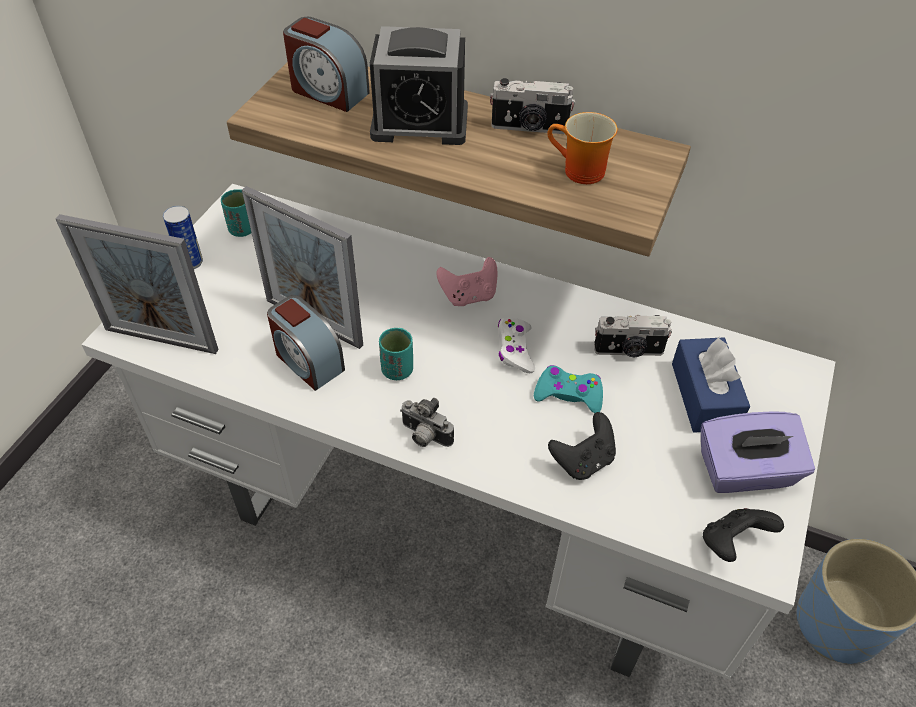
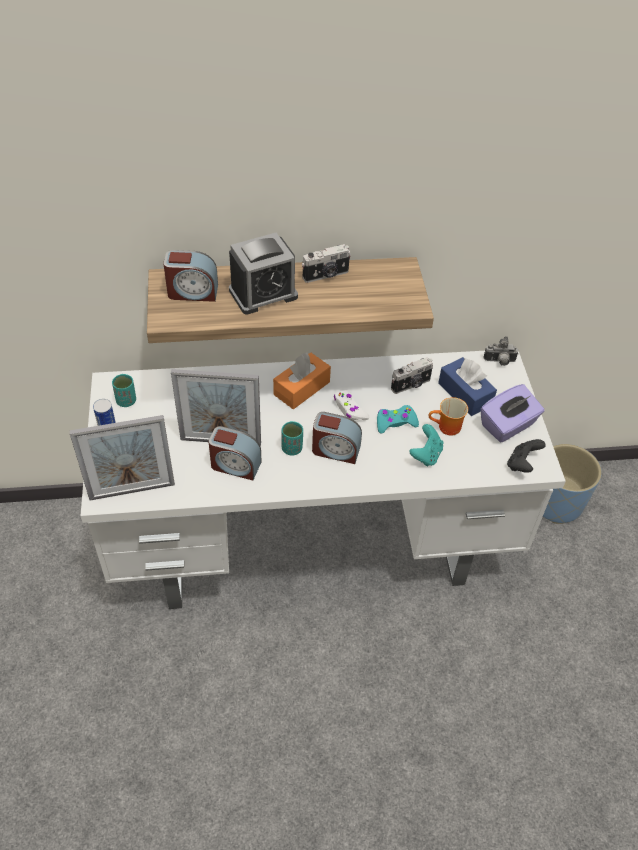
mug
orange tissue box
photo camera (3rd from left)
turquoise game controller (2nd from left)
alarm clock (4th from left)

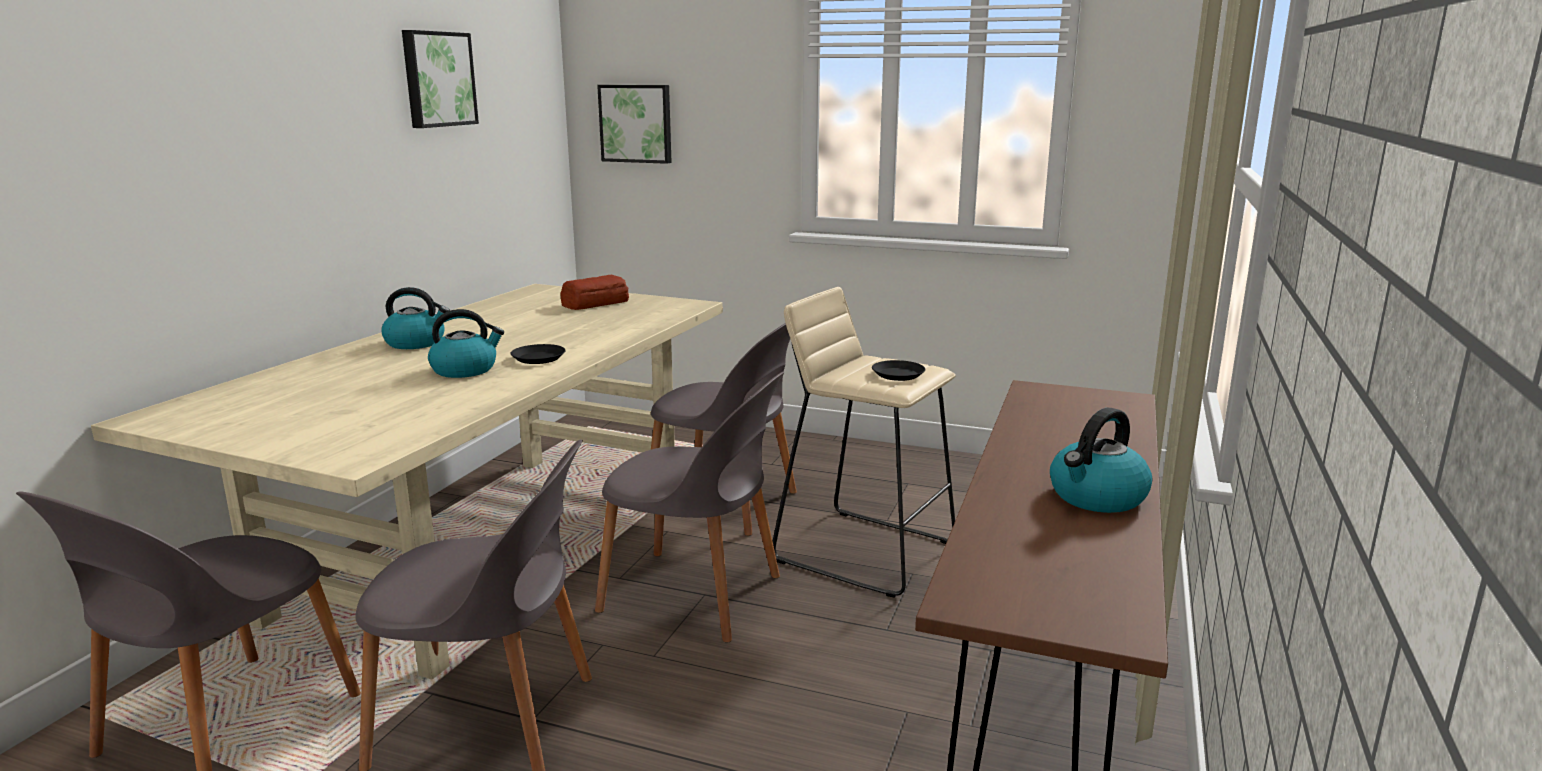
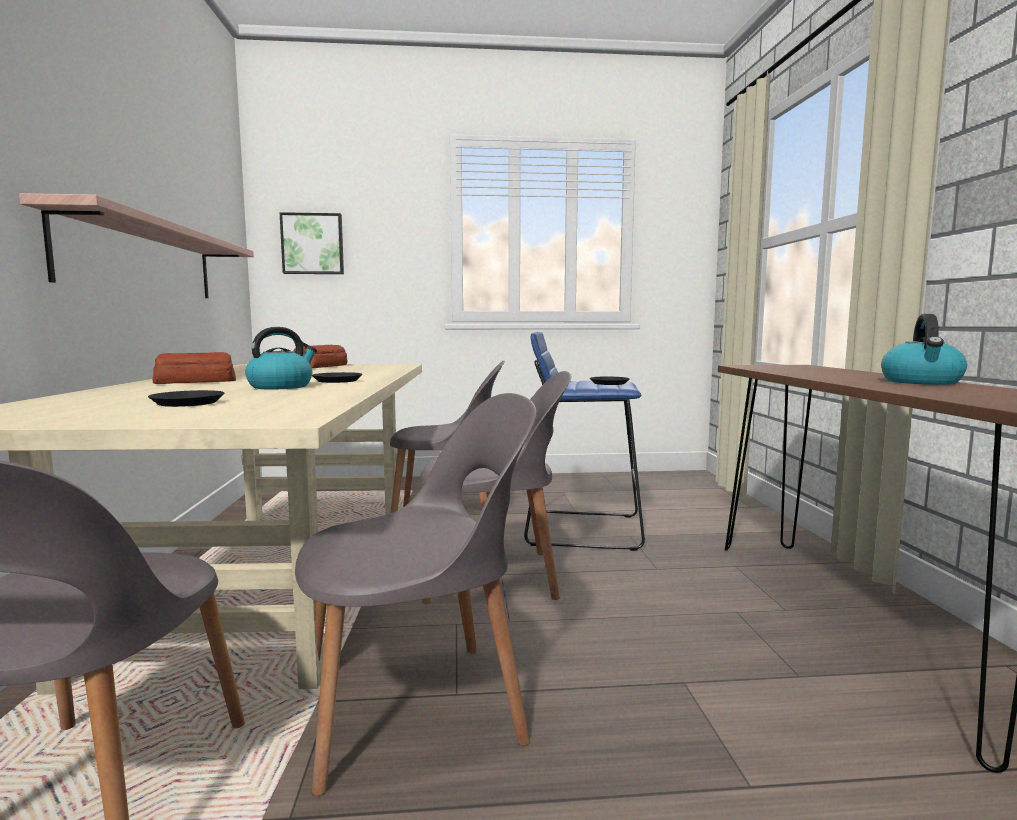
picture (1st from left in the first image)
bread (1st from left)
blue stool
shelf
black plate (1st from left)

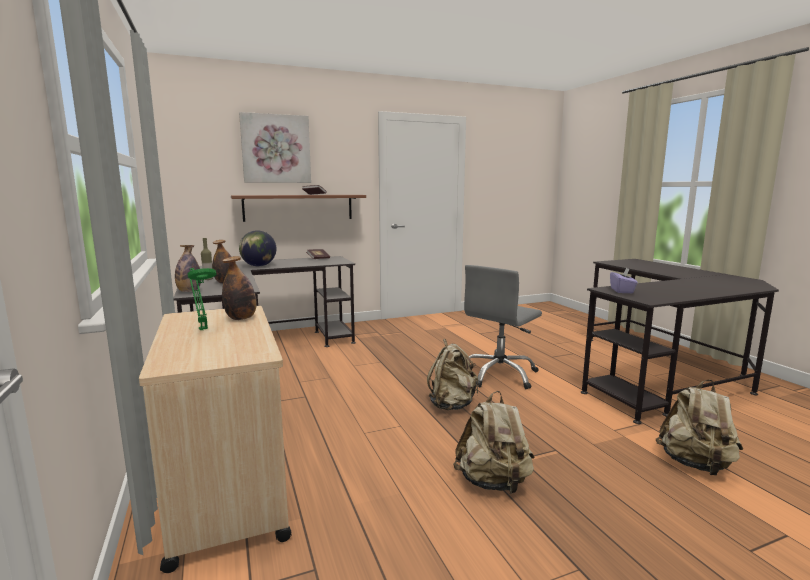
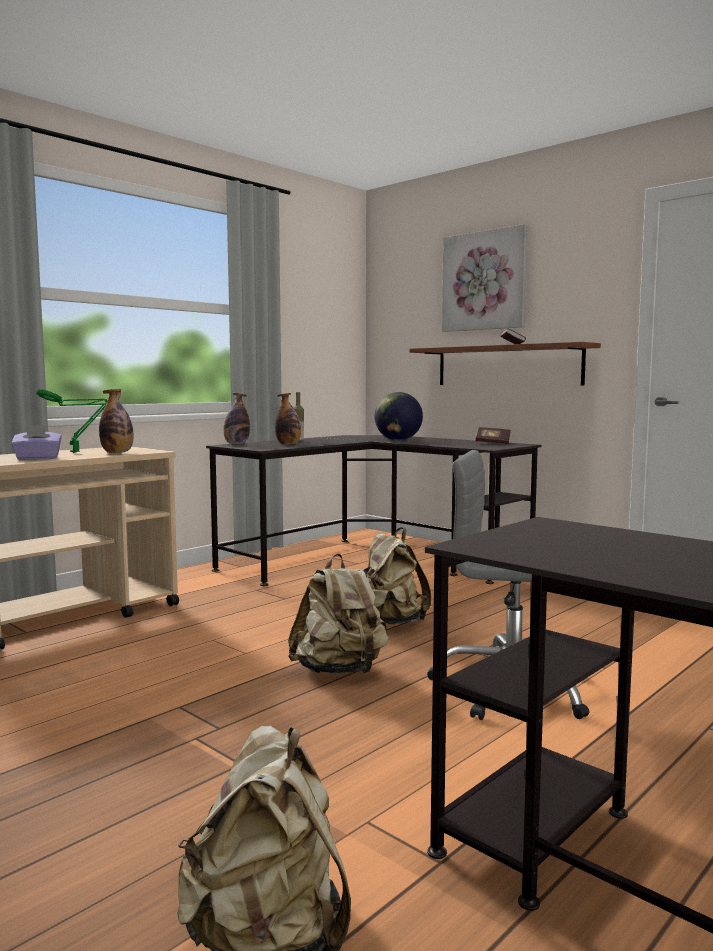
purple tissue box
beige backpack (3rd from left)

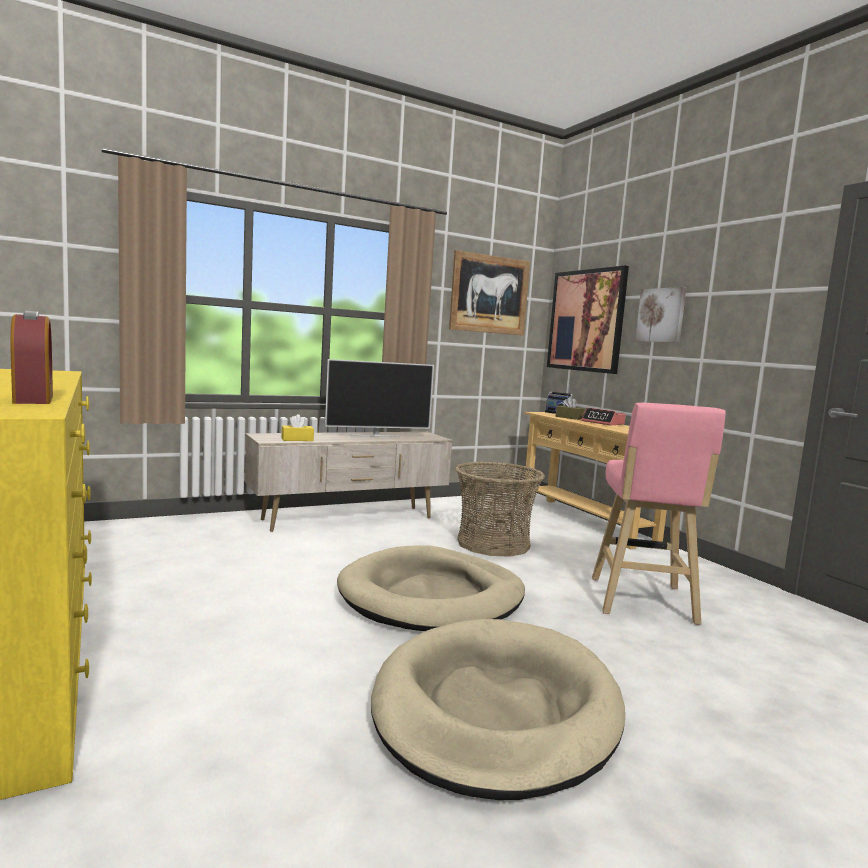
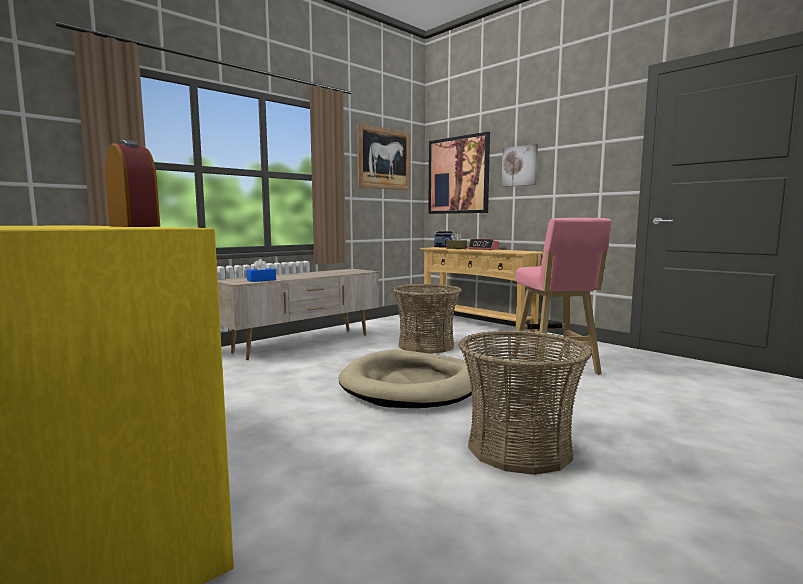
television
blue tissue box
basket (2nd from left)

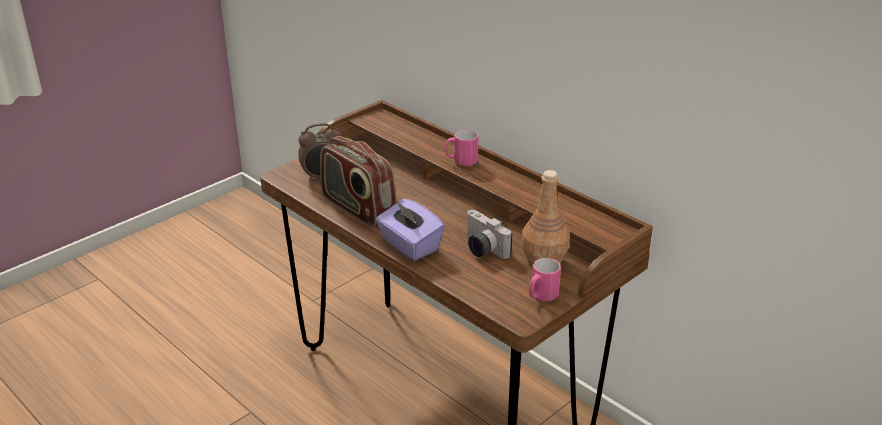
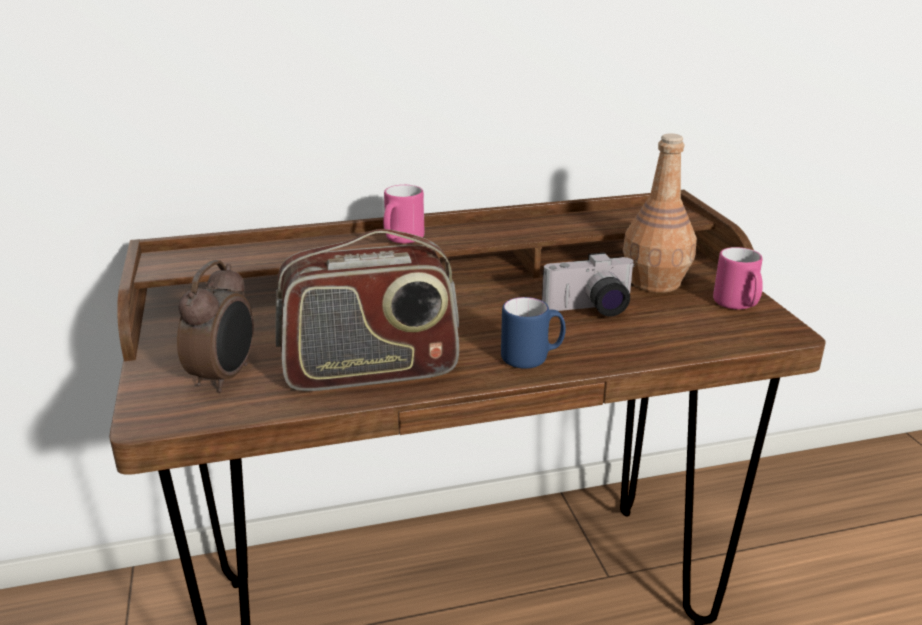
blue mug

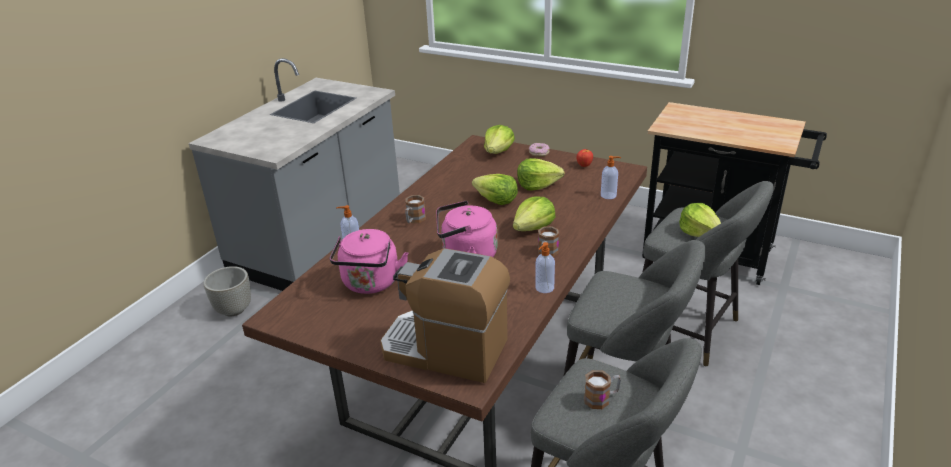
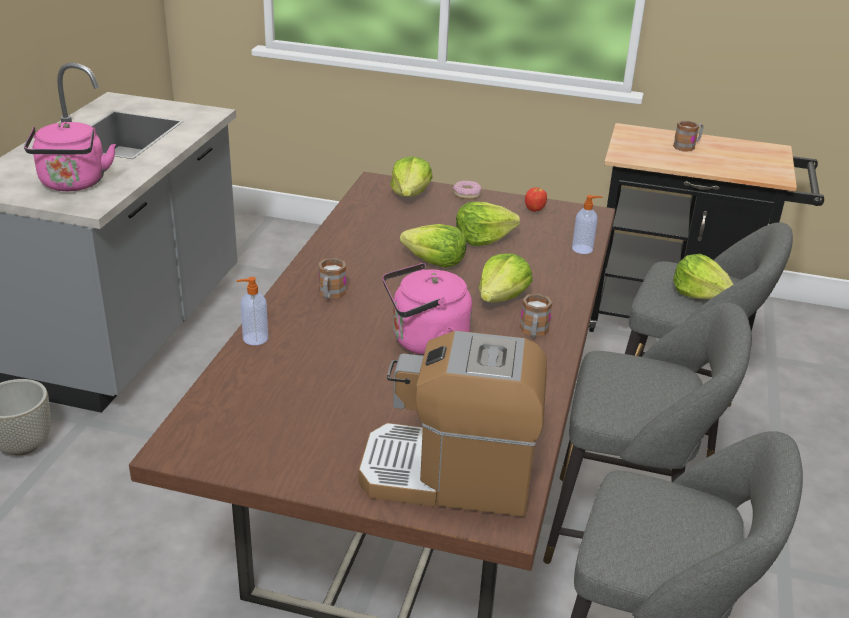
pink kettle (1st from left)
soap dispenser (2nd from left in the first image)
mug (3rd from left)

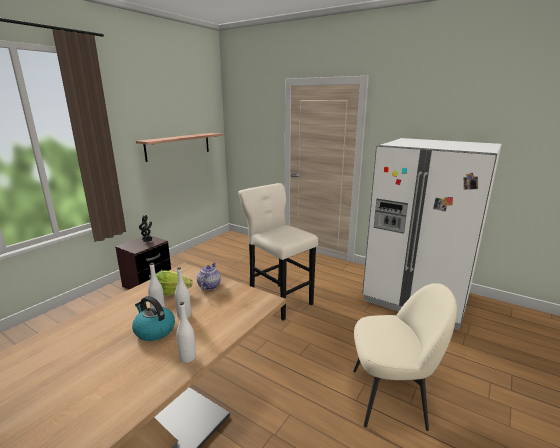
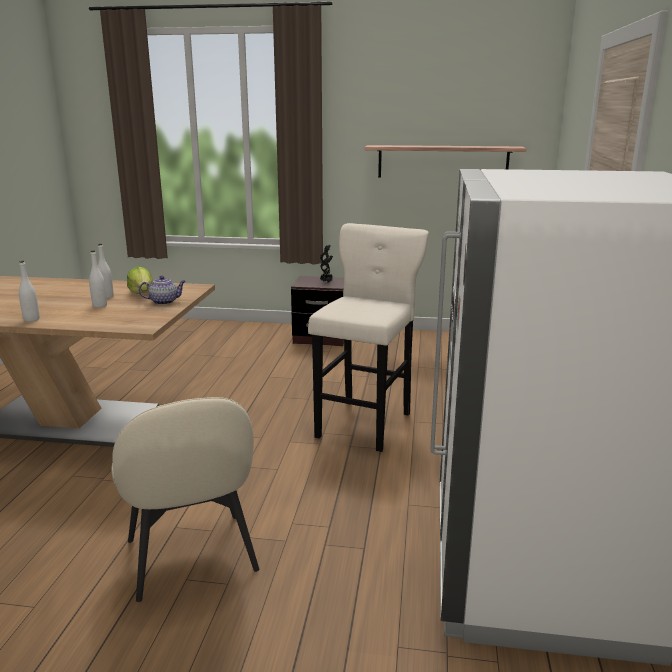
kettle

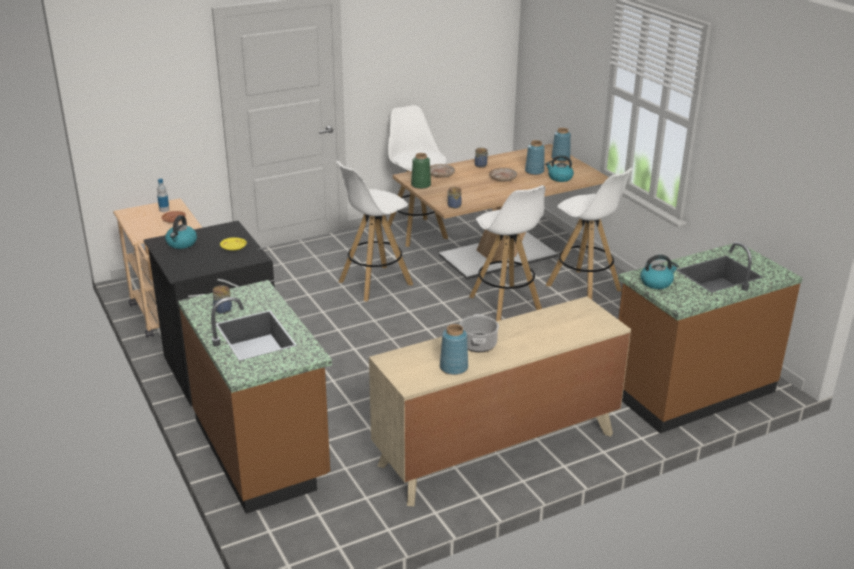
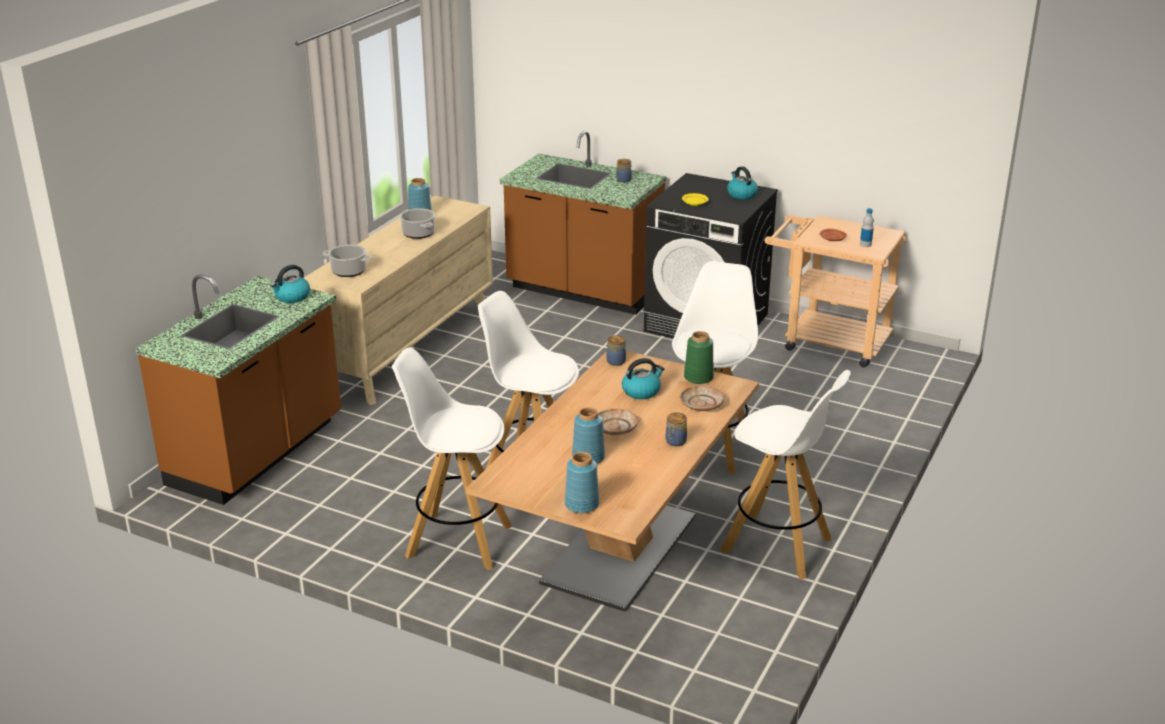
kettle (2nd from left)
cooking pot (1st from left)

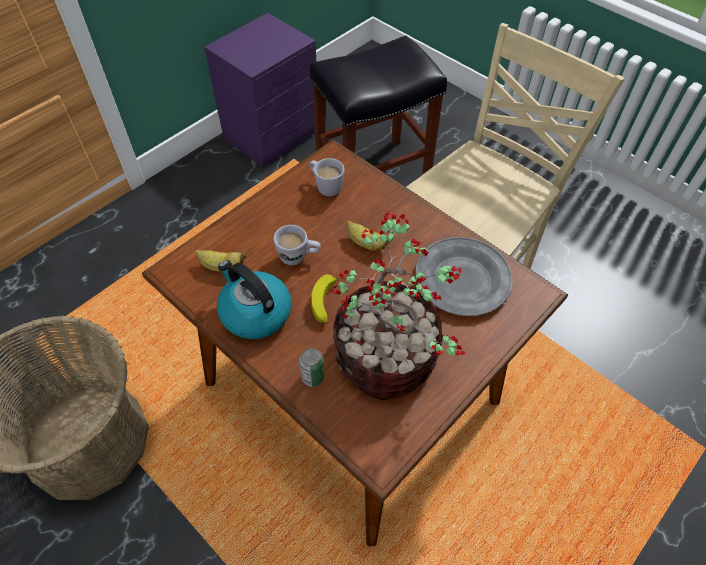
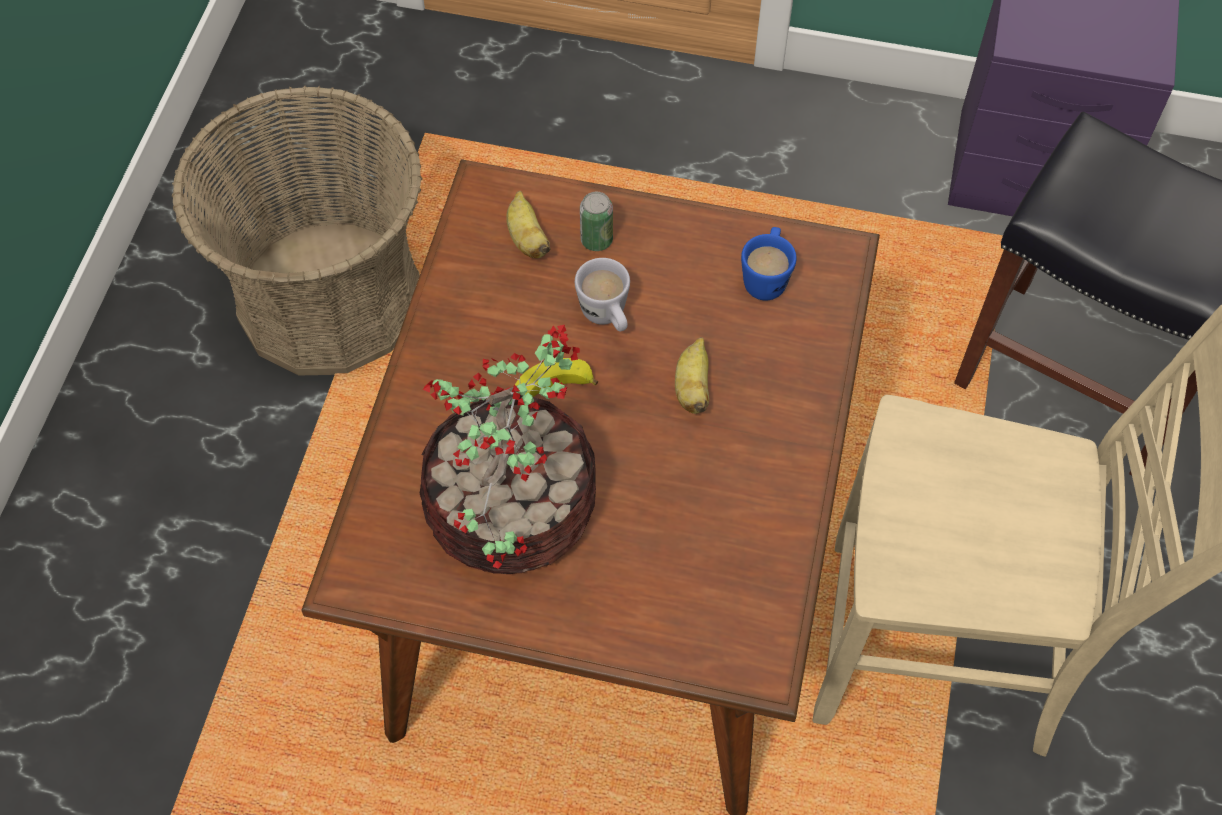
blue mug
grey plate
kettle
can

